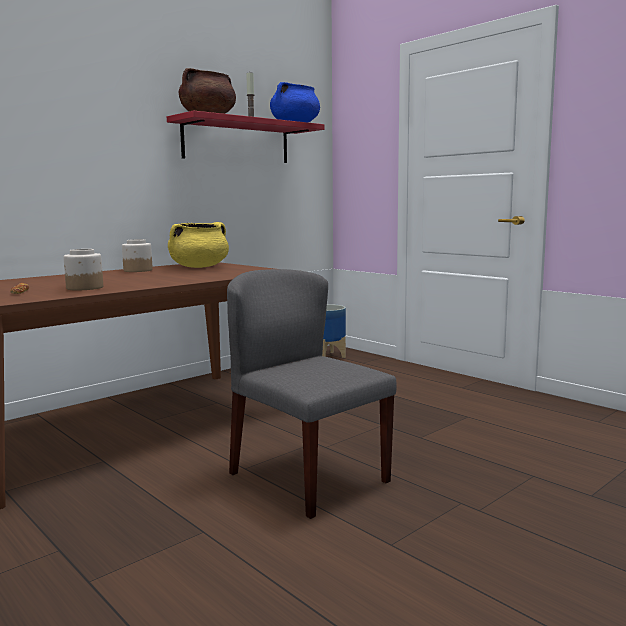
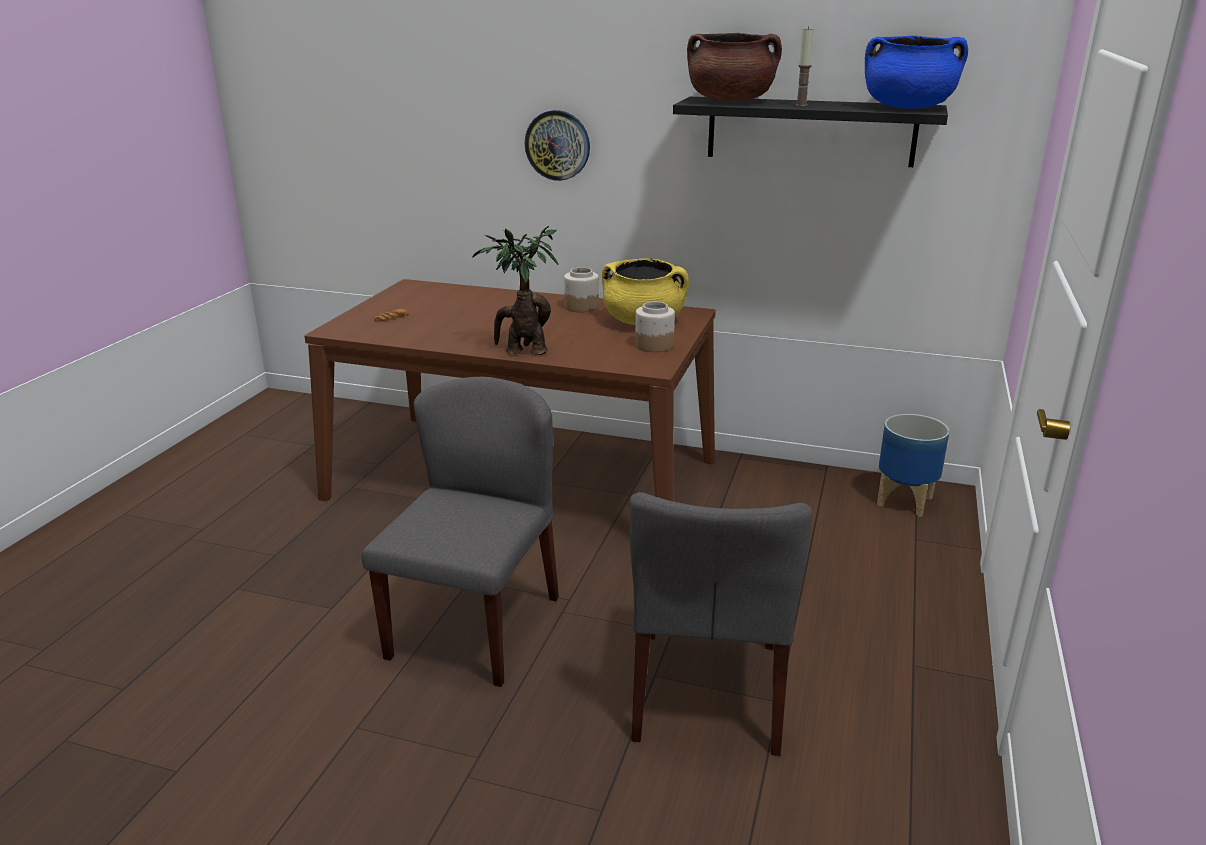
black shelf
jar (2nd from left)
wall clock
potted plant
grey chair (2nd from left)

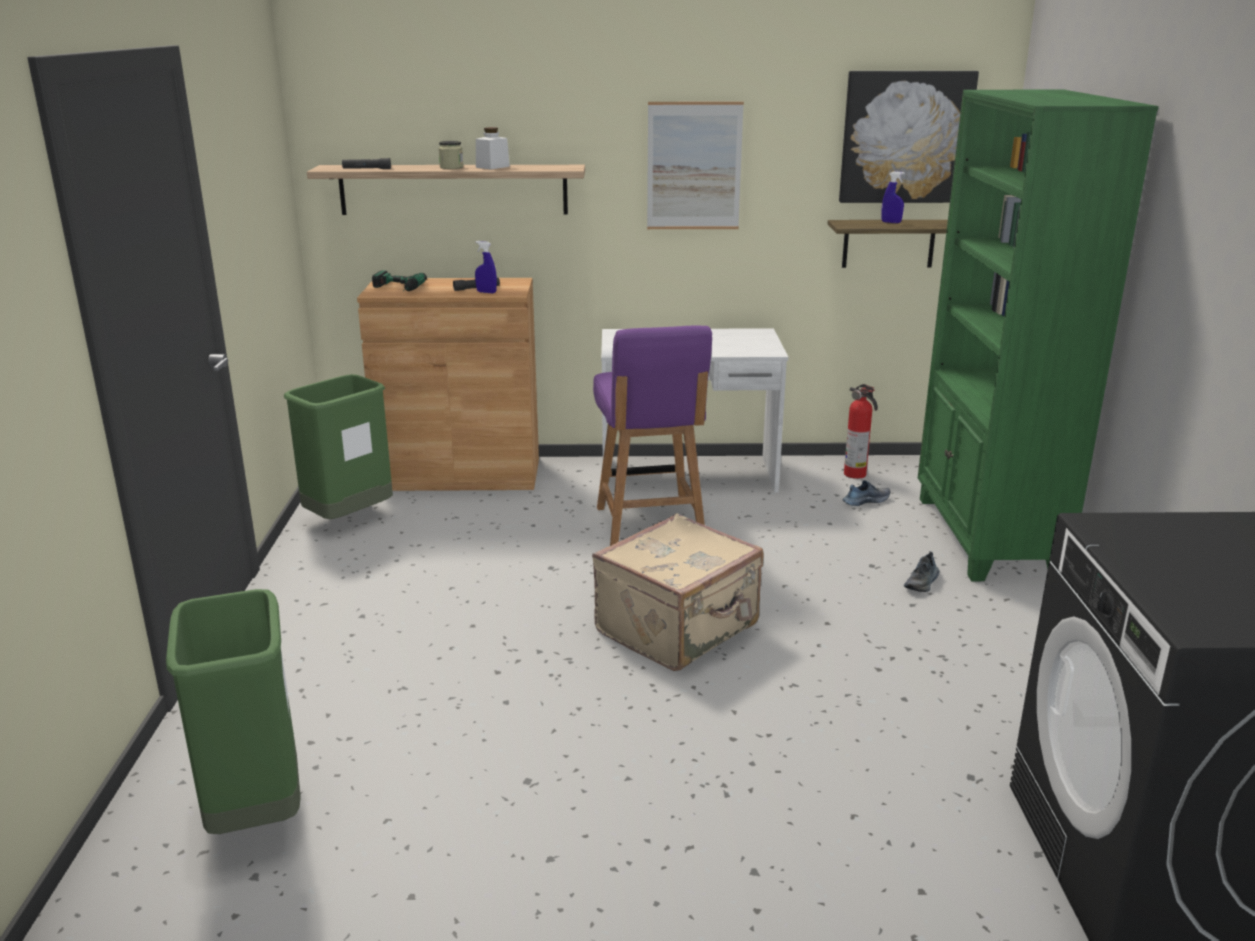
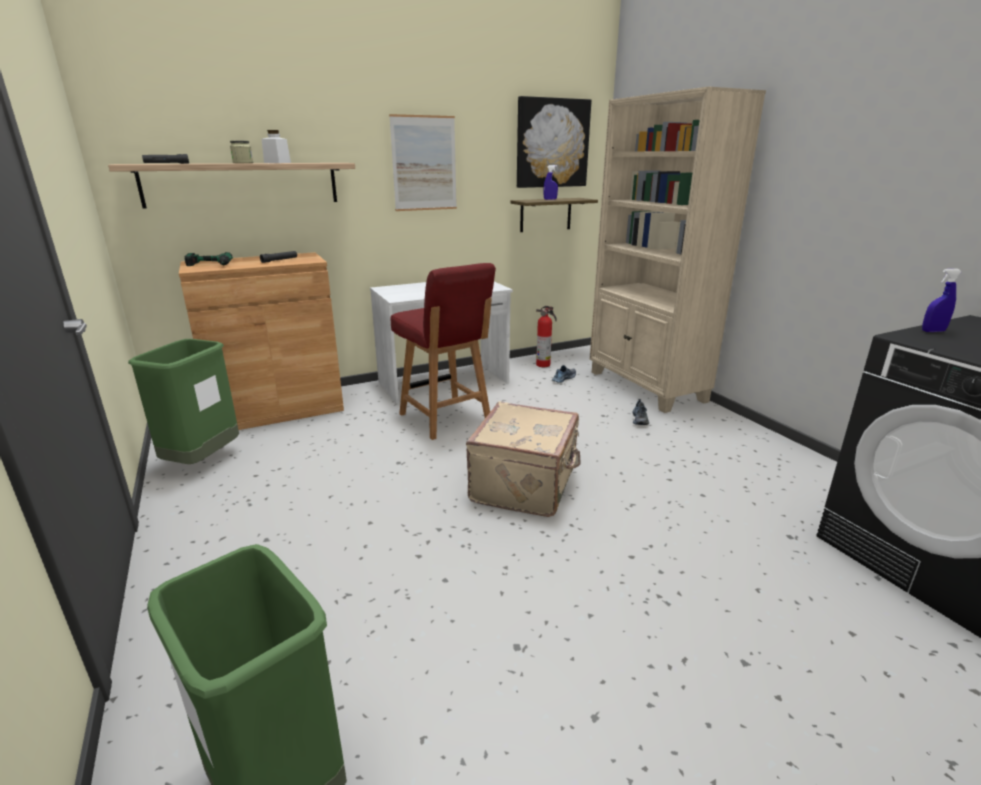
beige bookcase
blue spray bottle (2nd from left)
red chair

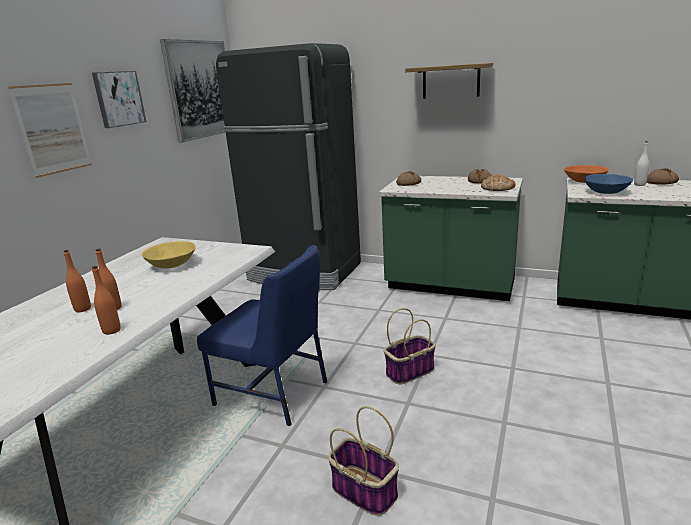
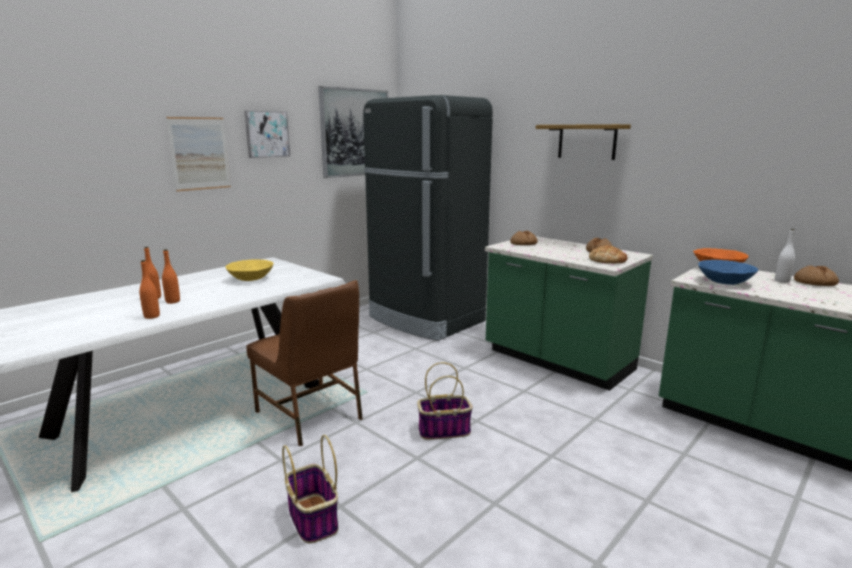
brown chair

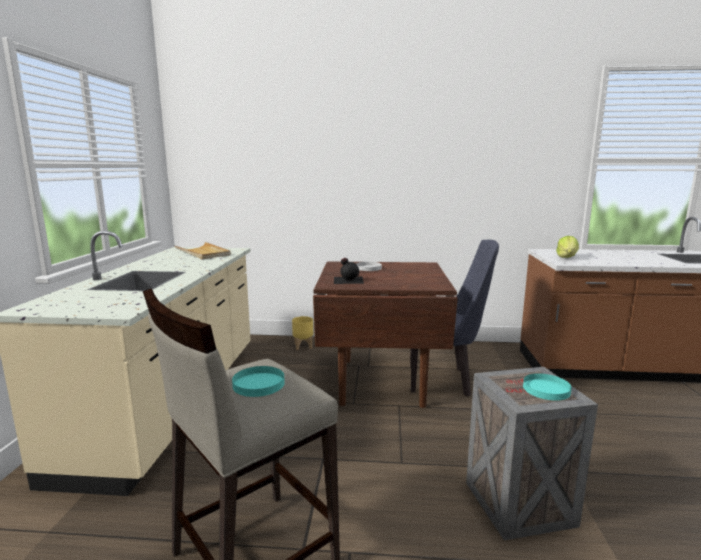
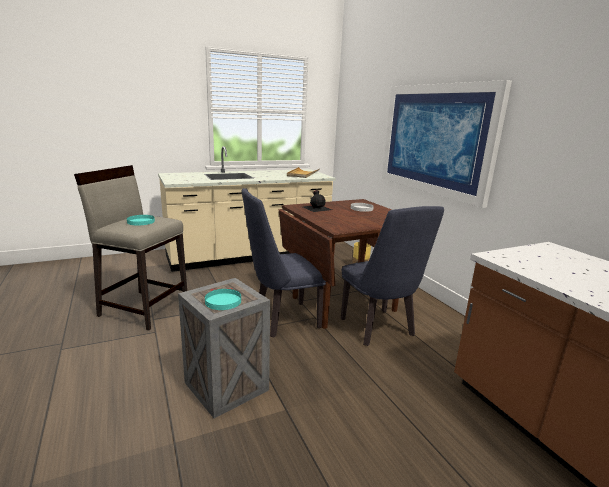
lettuce
picture
blue chair (1st from left)

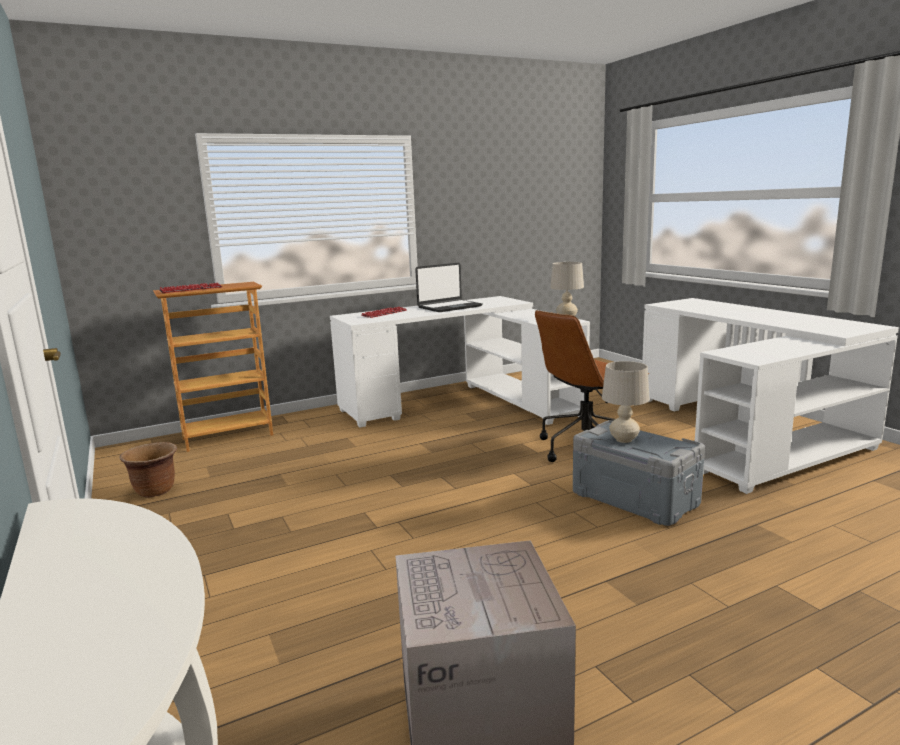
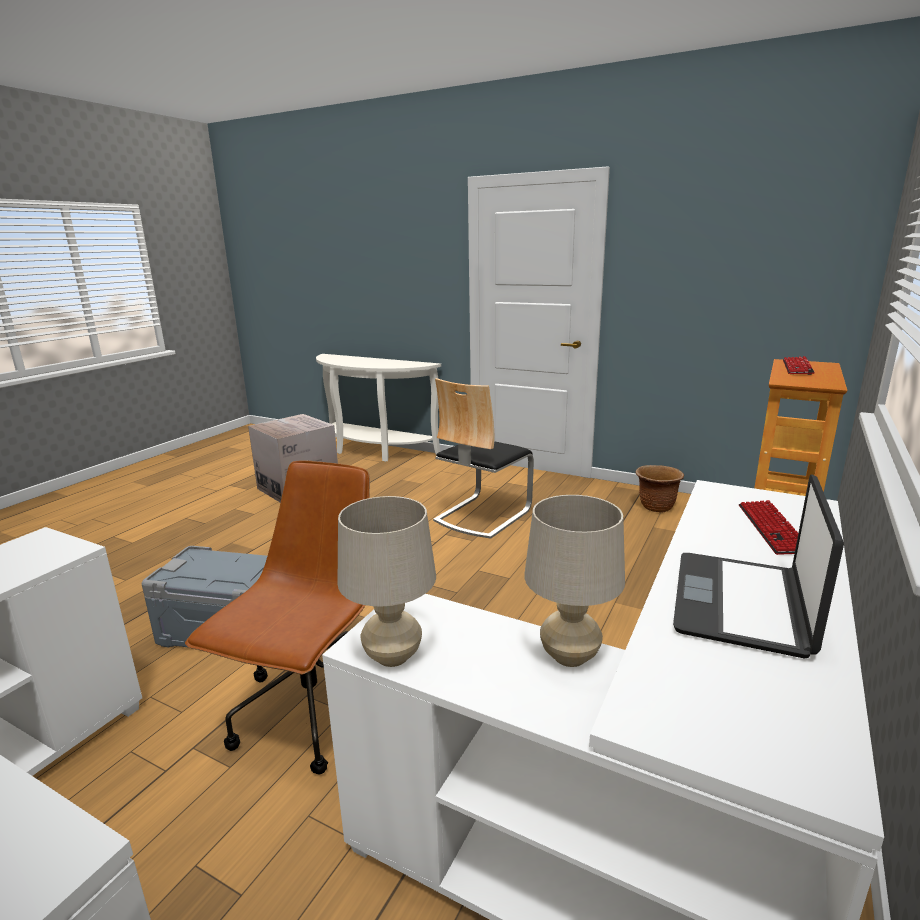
beige table lamp (2nd from left)
chair

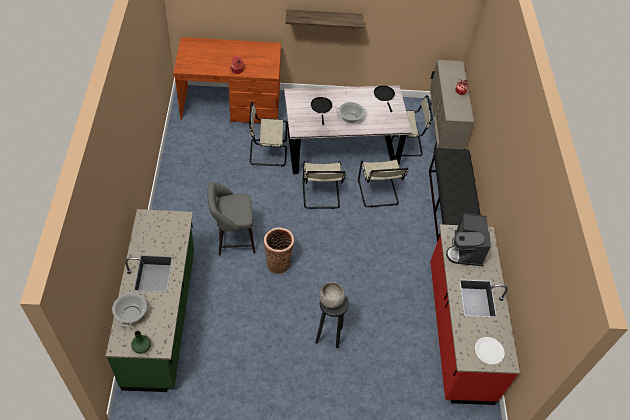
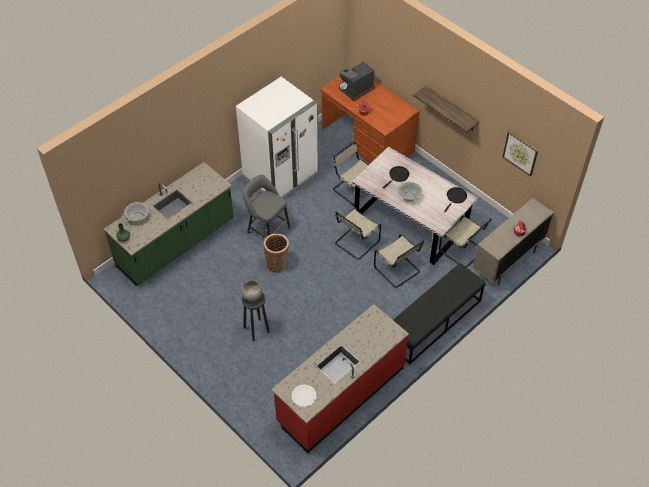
beige chair (3rd from left)
coffee machine
white fridge
picture

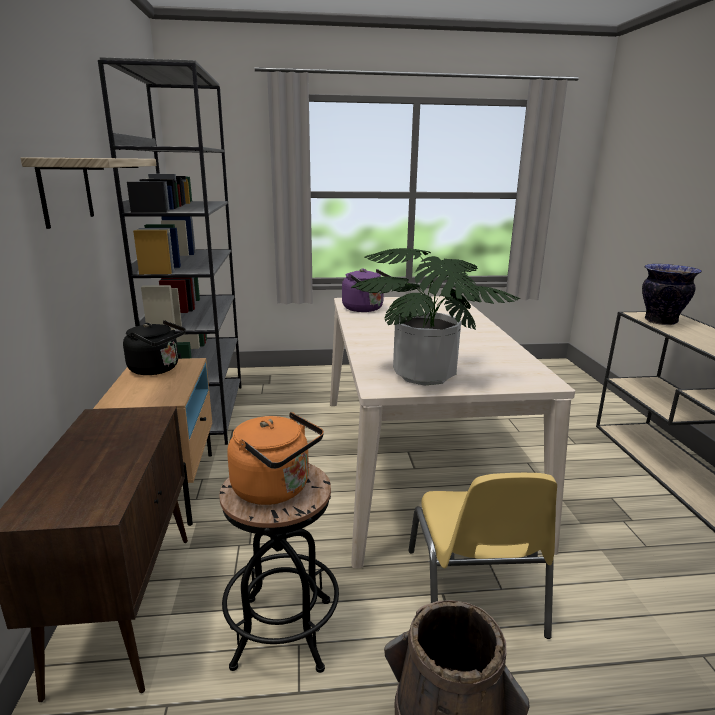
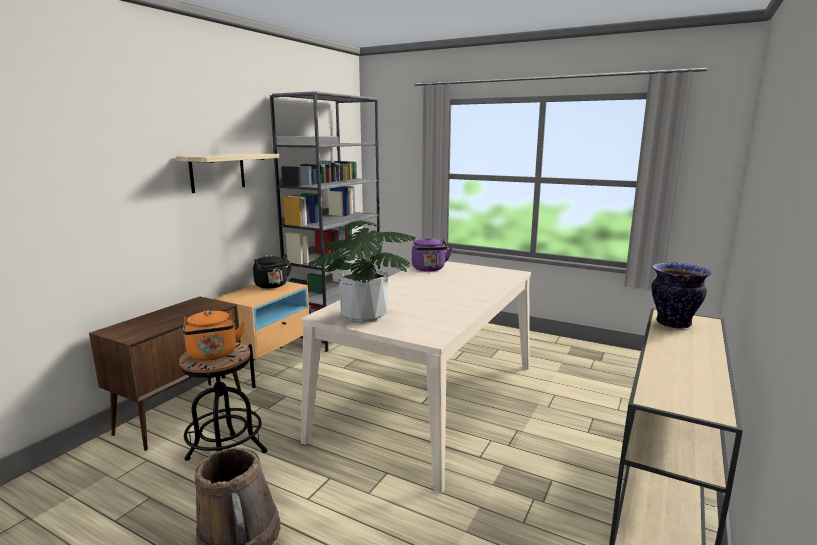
yellow chair

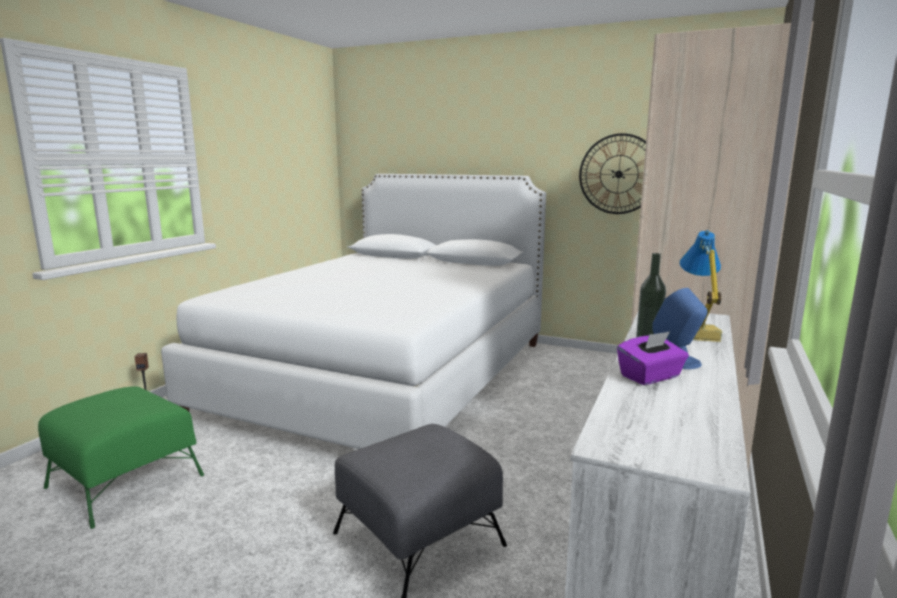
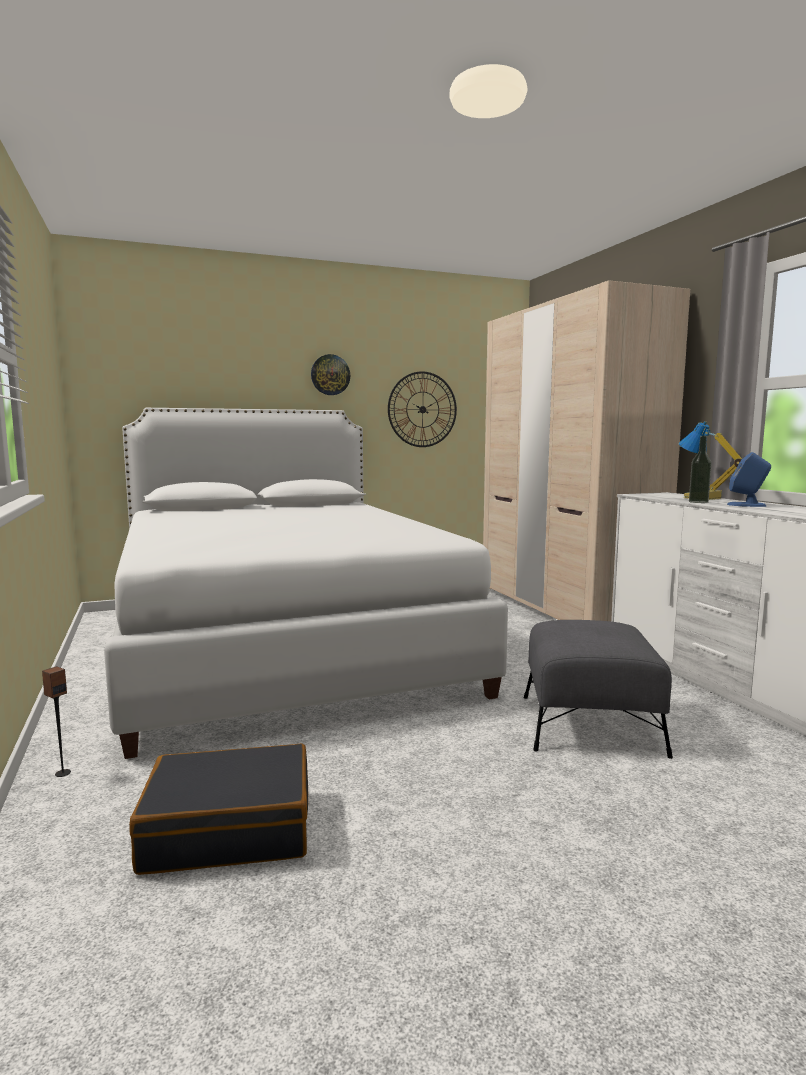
purple tissue box
black suitcase
wall clock (1st from left)

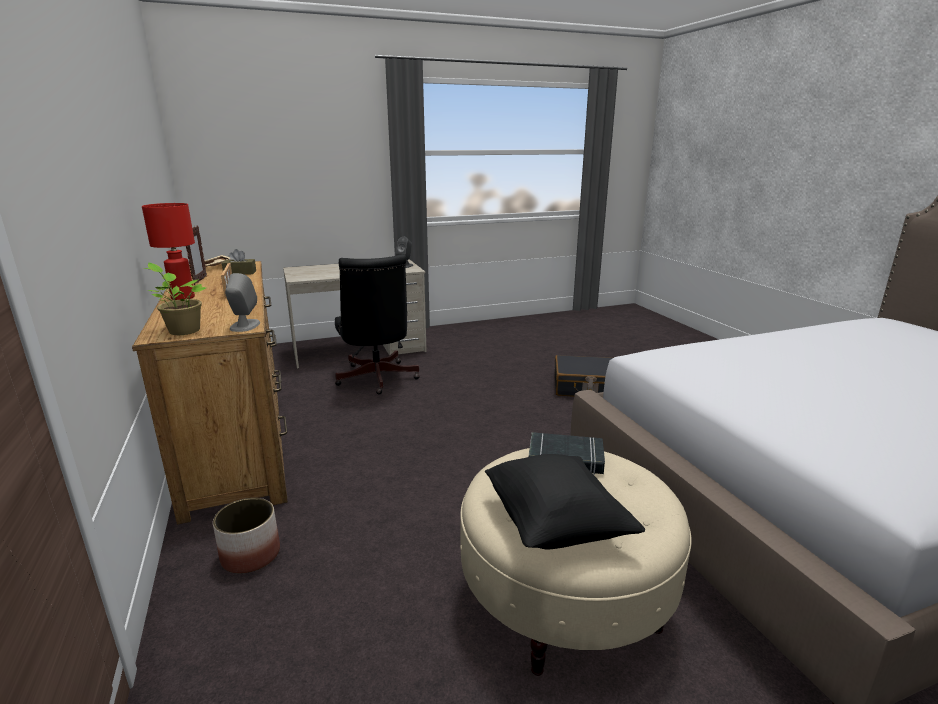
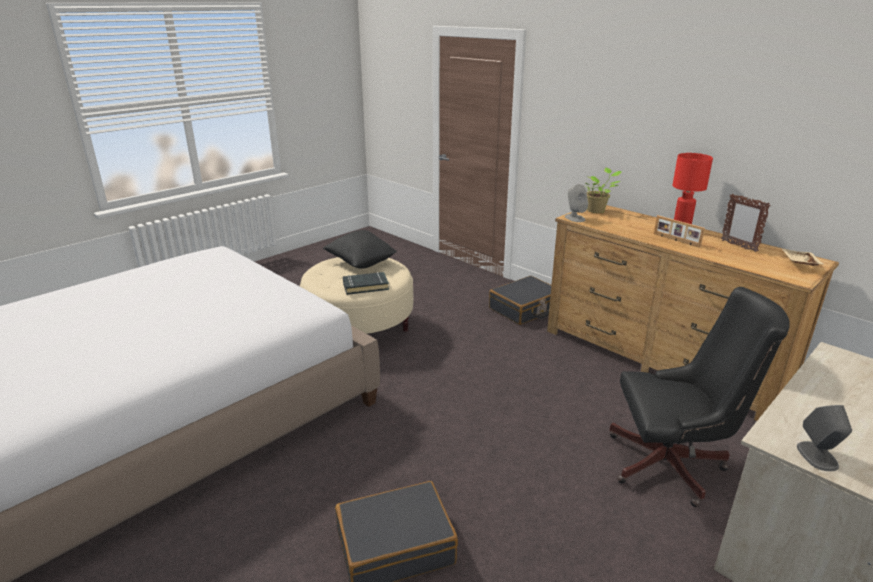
brown tissue box
black office chair
black suitcase (2nd from left)

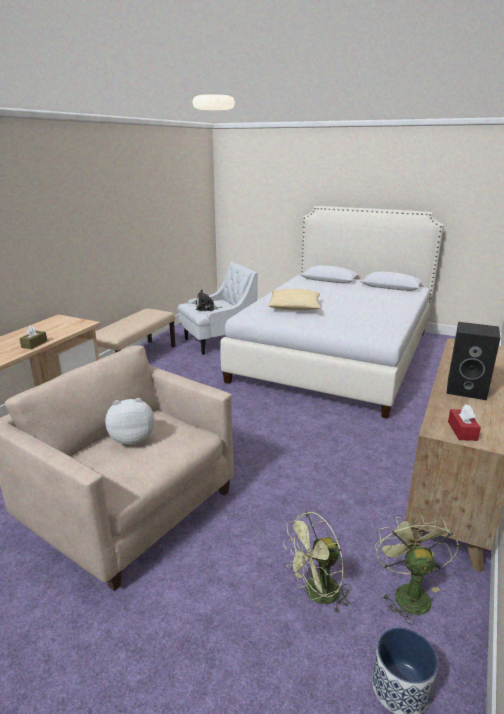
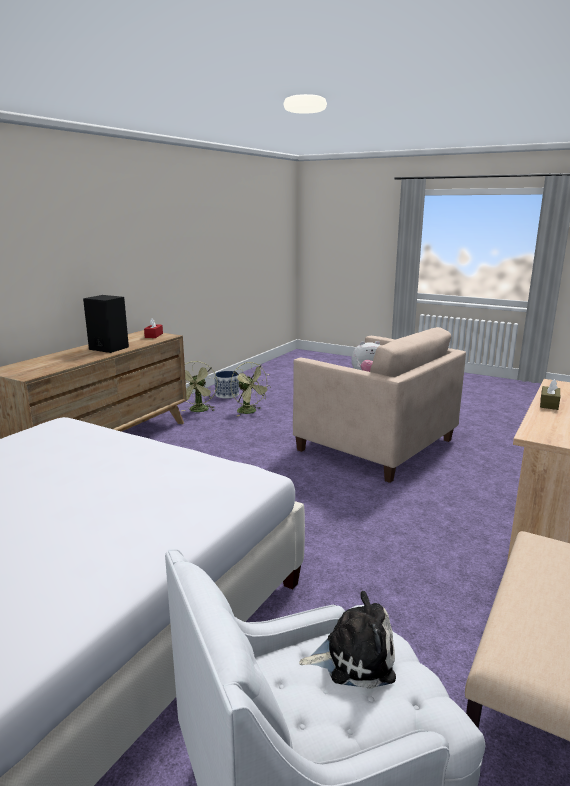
beige pillow
green fan (2nd from left)

